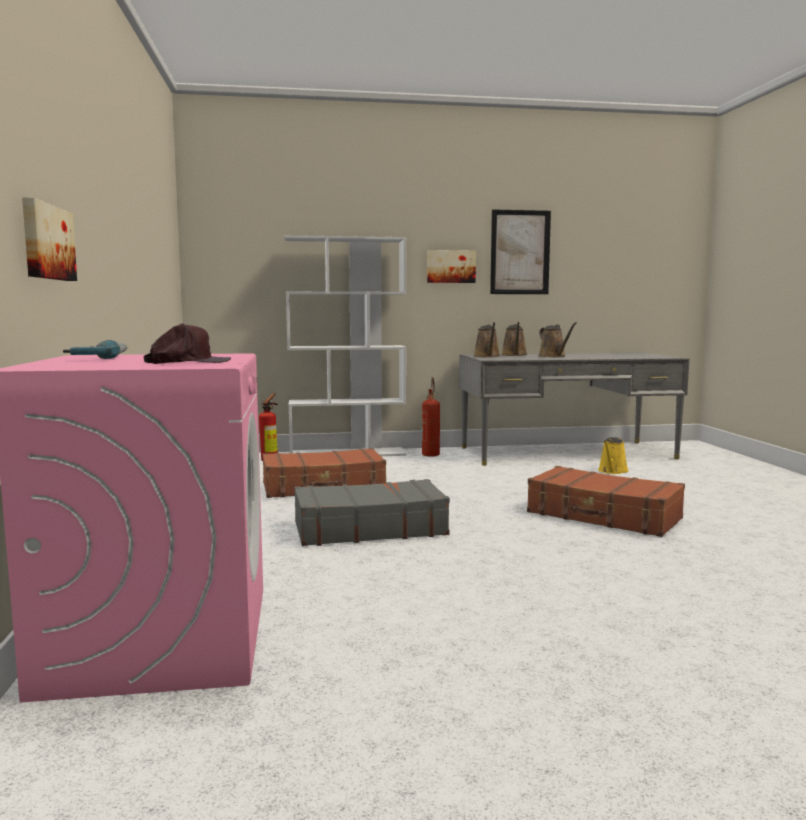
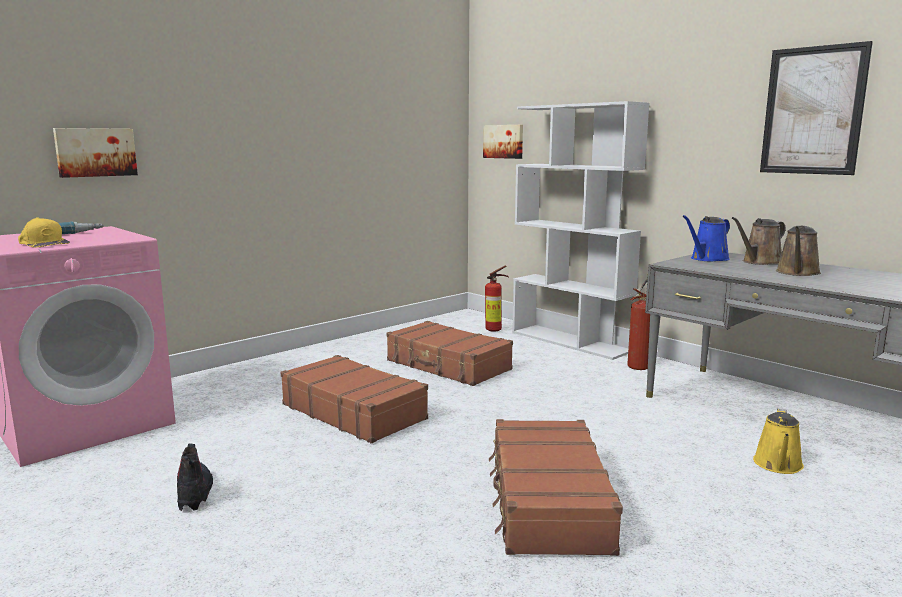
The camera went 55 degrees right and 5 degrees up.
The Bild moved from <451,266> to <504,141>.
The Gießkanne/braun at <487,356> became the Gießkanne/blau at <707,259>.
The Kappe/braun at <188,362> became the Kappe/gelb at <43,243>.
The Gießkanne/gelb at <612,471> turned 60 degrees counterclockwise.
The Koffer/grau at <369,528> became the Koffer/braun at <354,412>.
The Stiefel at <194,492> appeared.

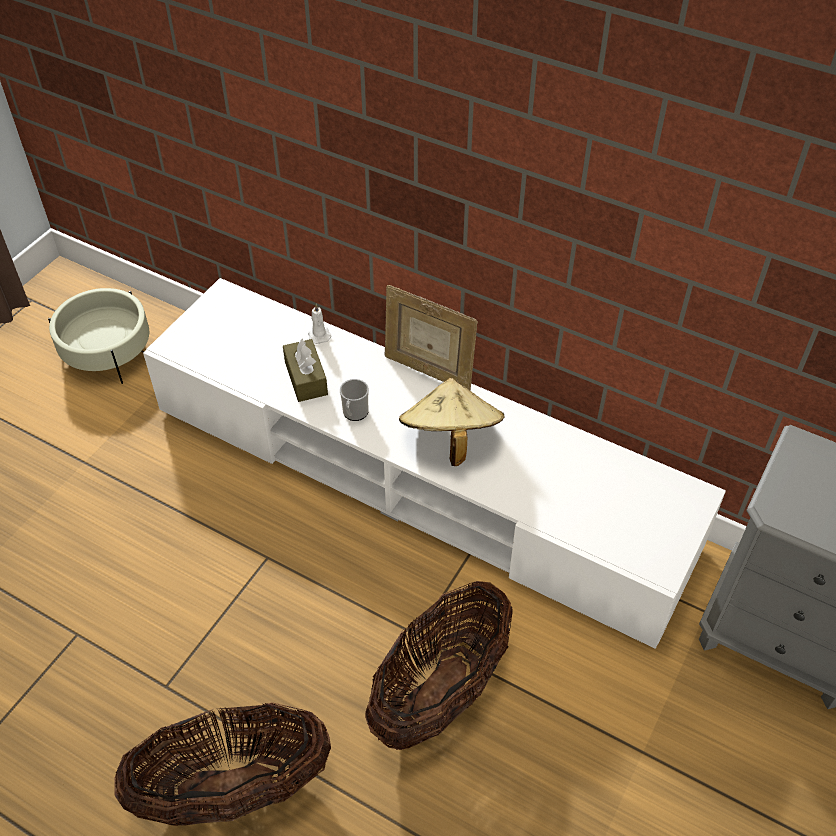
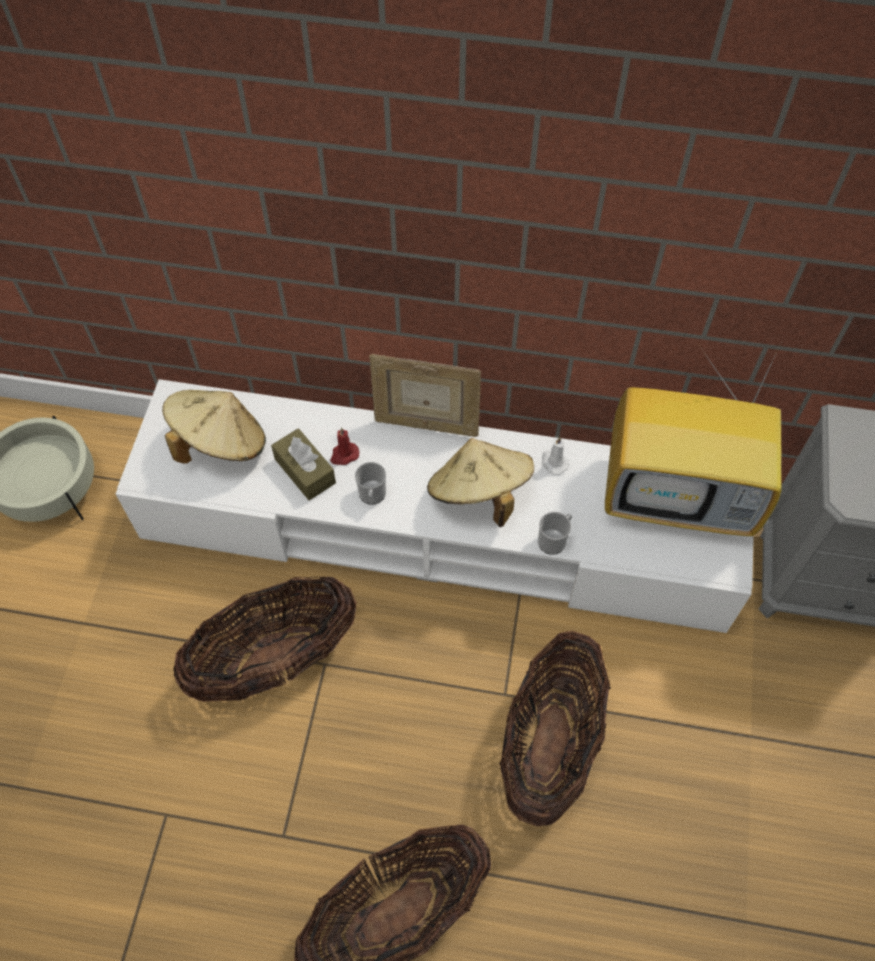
The camera went 20 degrees left and 10 degrees up.
The Kerze/weiß moved from <319,335> to <553,462>.
The Fernseher at <680,496> appeared.
The Hut/beige at <220,443> appeared.
The Kerze/rot at <344,455> appeared.
The Henkelbecher at <554,540> appeared.
The Korb at <275,660> appeared.

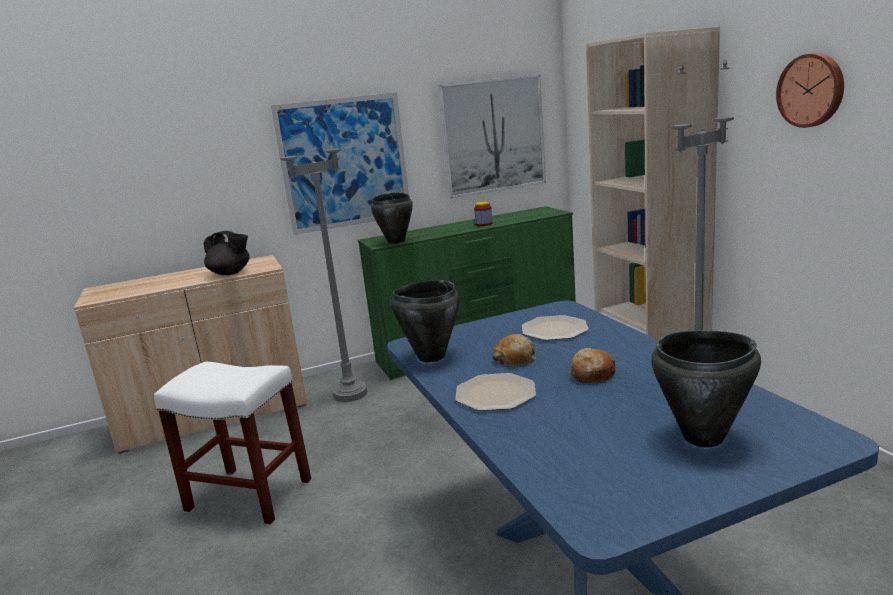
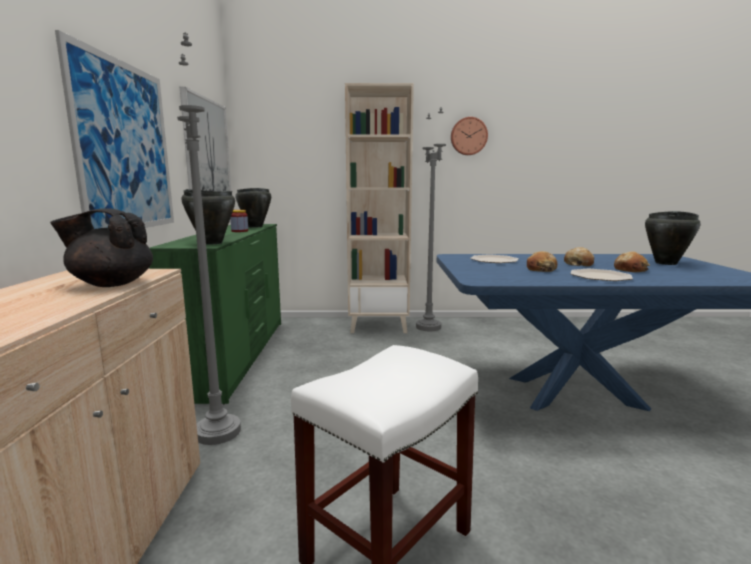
The camera went 70 degrees left and 5 degrees down.
The Teekanne/schwarz at <230,273> turned 135 degrees counterclockwise.
The Kochtopf/schwarz moved from <430,357> to <255,226>.
The Brot at <630,269> appeared.

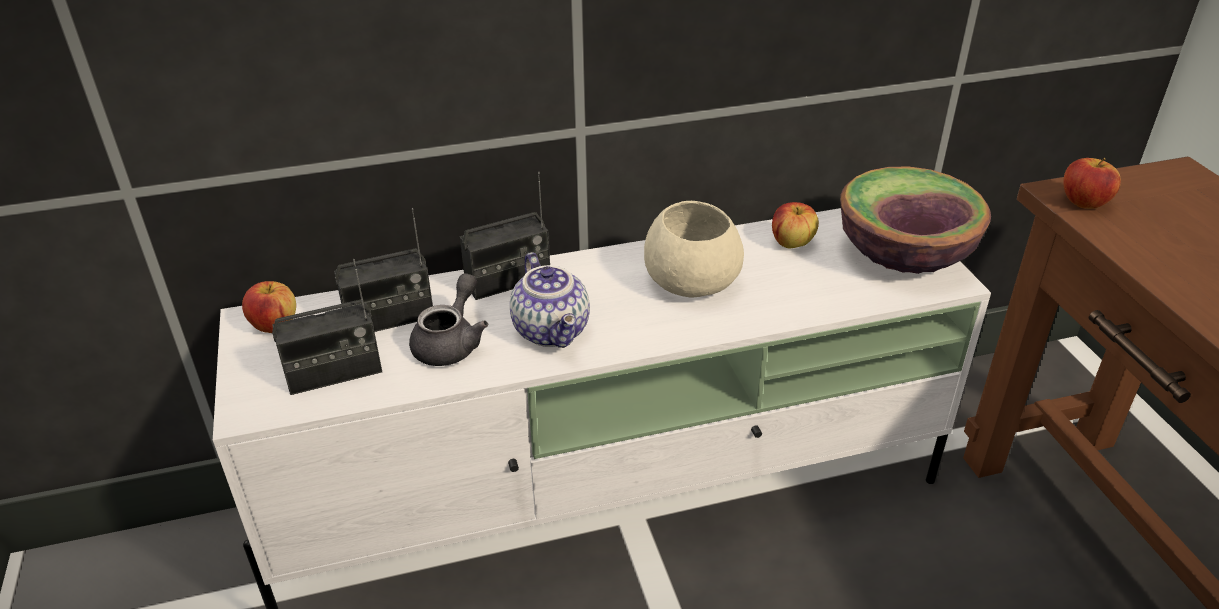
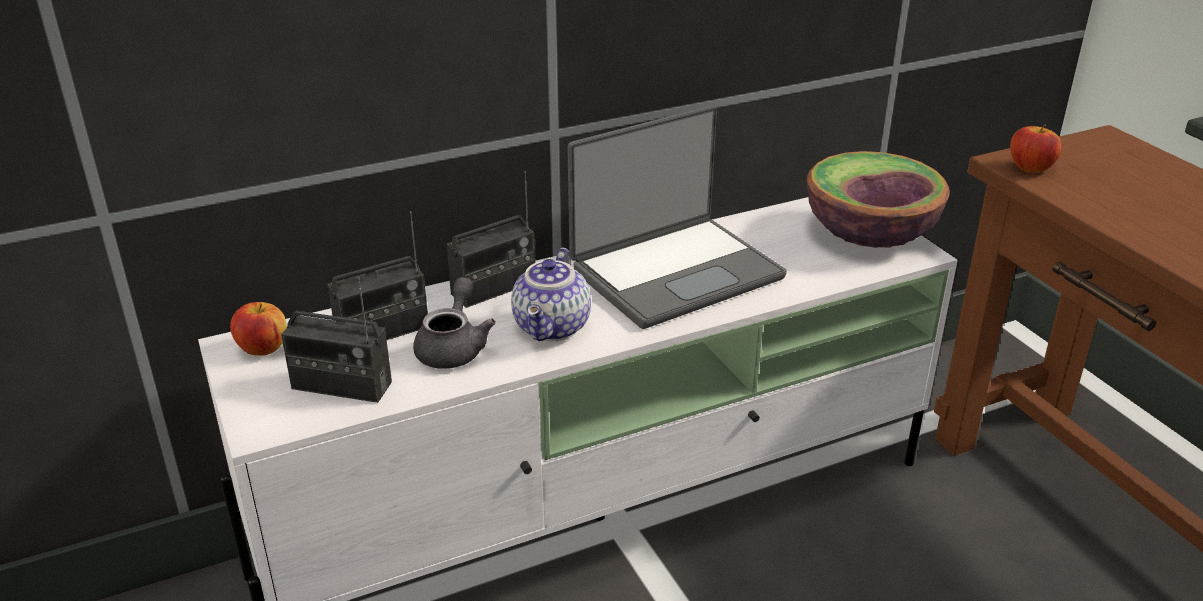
The camera went 10 degrees left and 5 degrees down.
The Schüssel/beige at <690,280> was replaced by the Laptop at <674,272>.
The Apfel at <792,243> disappeared.
The Teekanne at <553,331> turned 45 degrees clockwise.
The Radio at <334,373> turned 45 degrees clockwise.

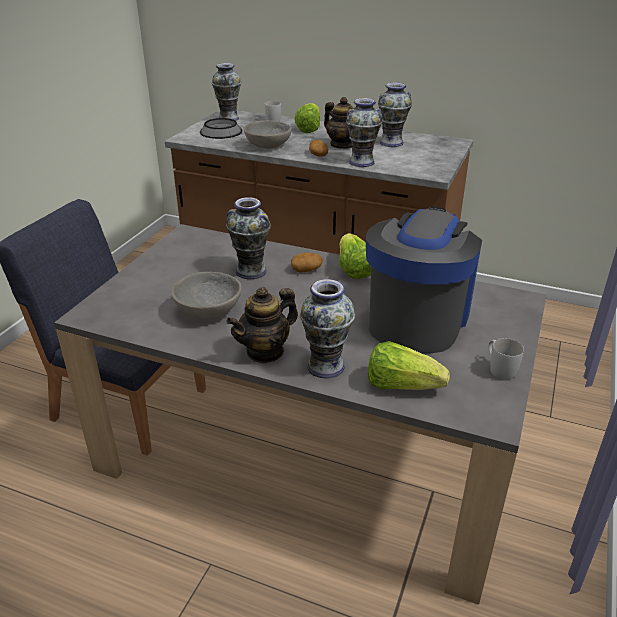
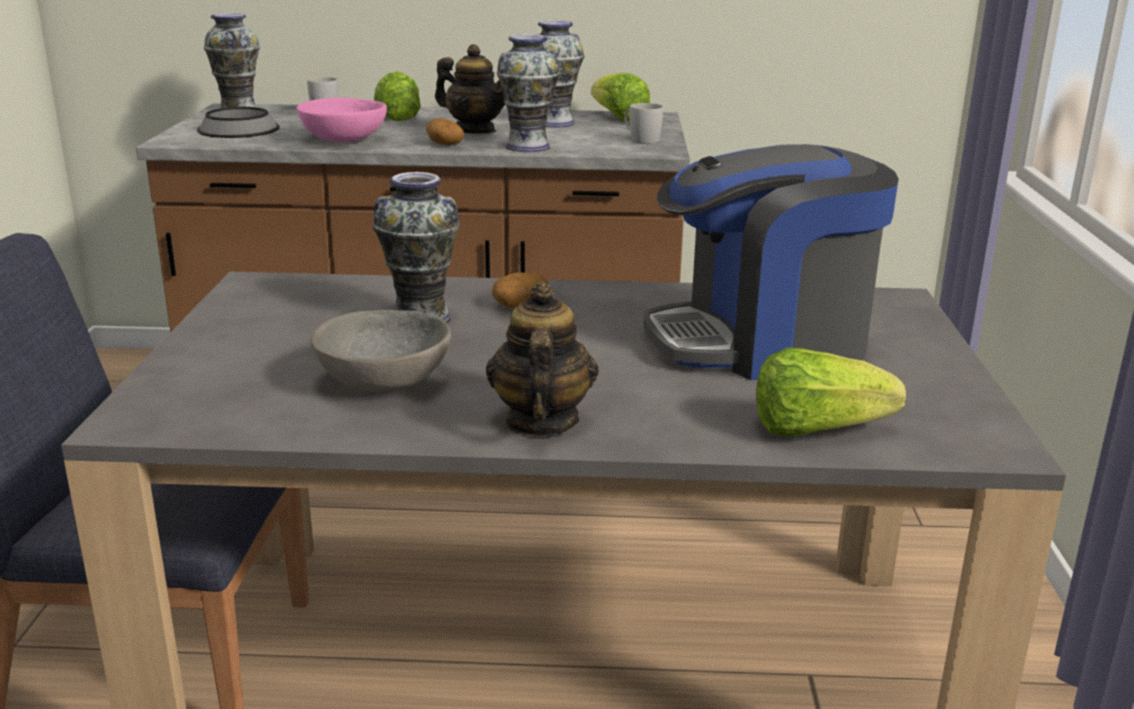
The camera went 20 degrees left and 10 degrees down.
The Schüssel/grau at <268,146> became the Schüssel/rosa at <345,140>.
The Kaffeemaschine at <417,319> turned 105 degrees counterclockwise.
The Salatkopf moved from <353,269> to <618,118>.
The Vase at <325,366> disappeared.
The Teekanne at <265,351> turned 150 degrees clockwise.
The Henkelbecher/weiß moved from <499,368> to <640,140>.

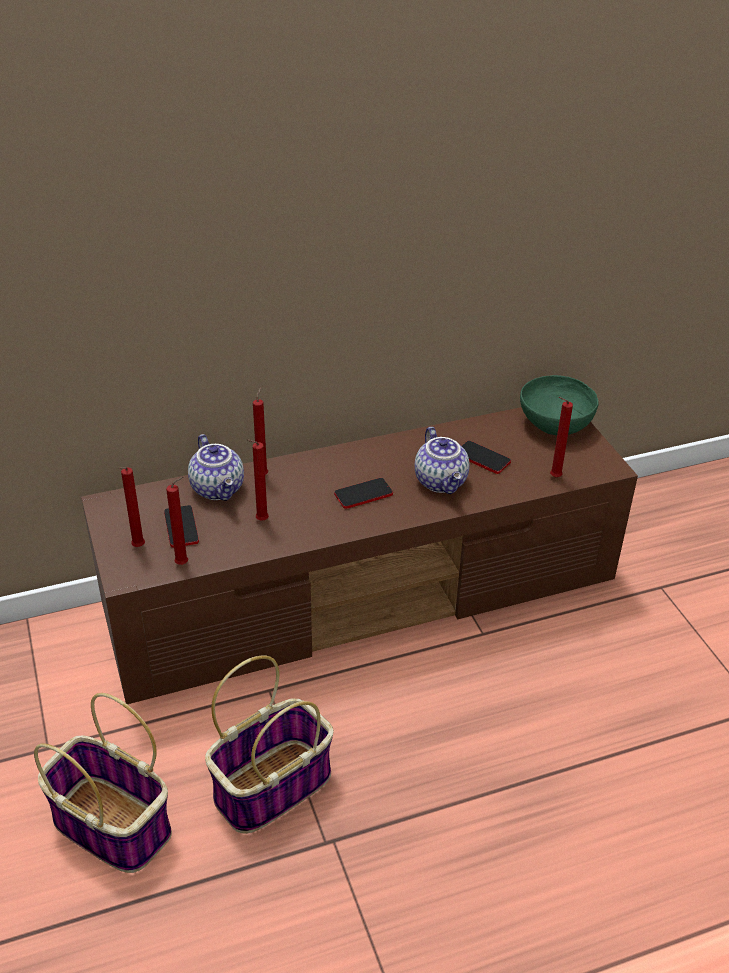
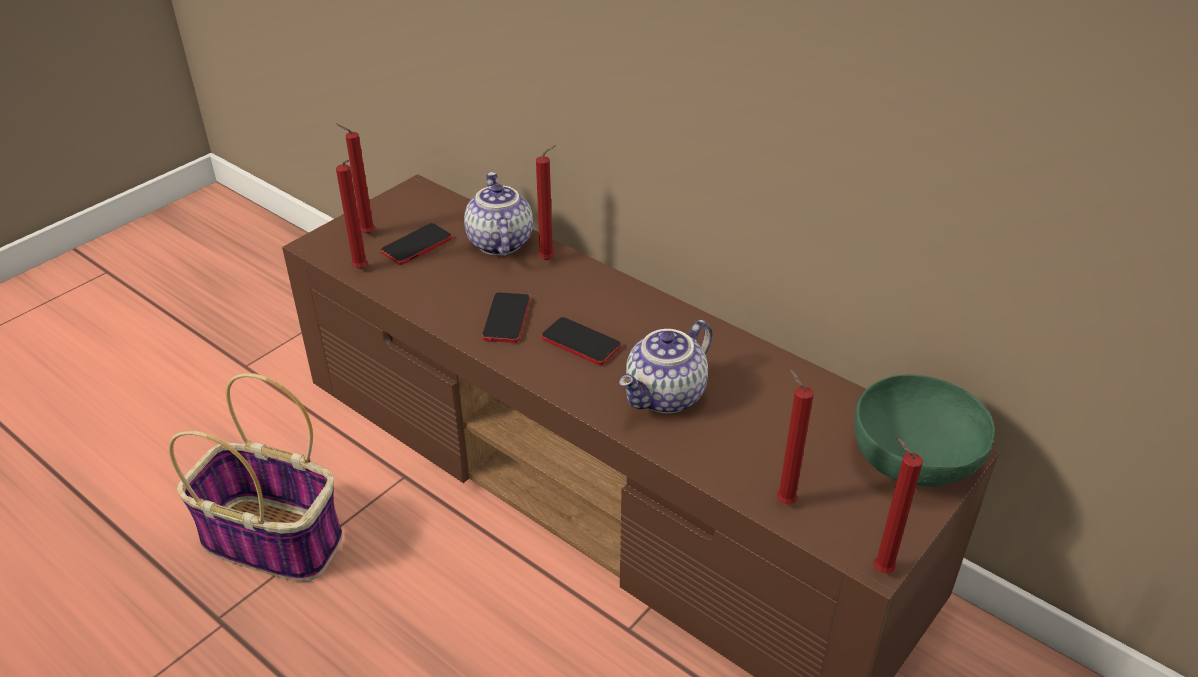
The camera went 60 degrees right and 0 degrees up.
The Teekanne at <219,489> turned 135 degrees clockwise.
The Kerze/rot moved from <260,521> to <879,569>.
The Handy moved from <482,458> to <506,319>.
The Korb at <110,825> disappeared.

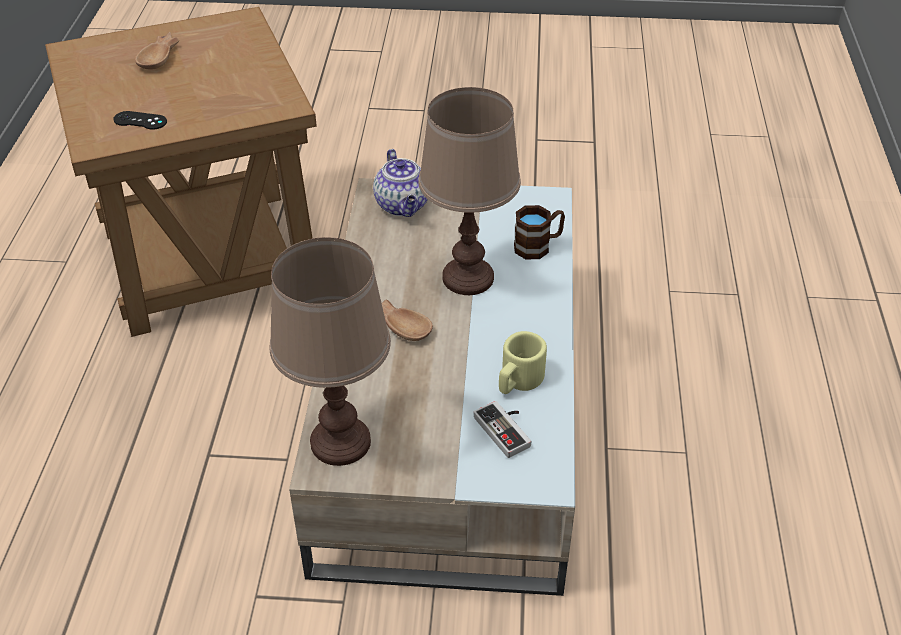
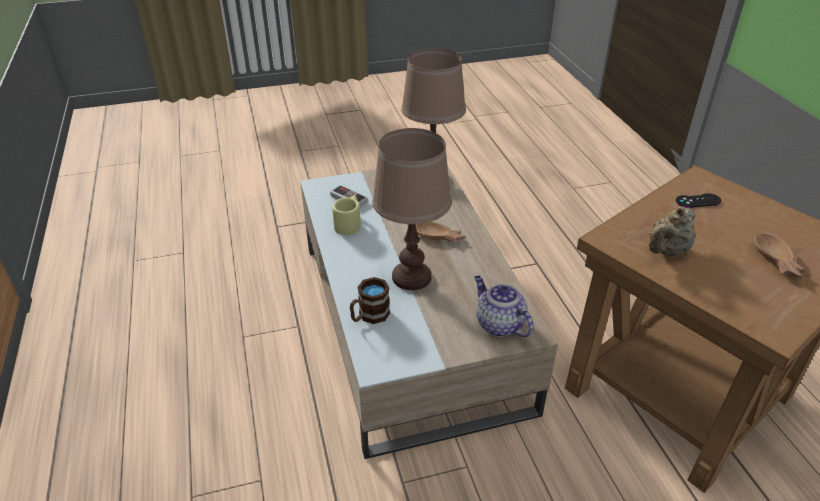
The camera went 160 degrees right and 5 degrees down.
The Teekanne/beige at <666,251> appeared.

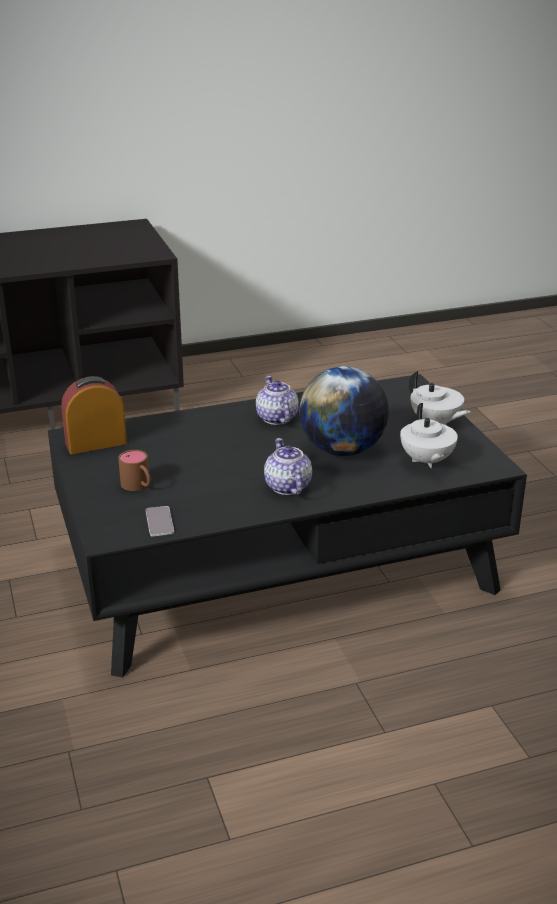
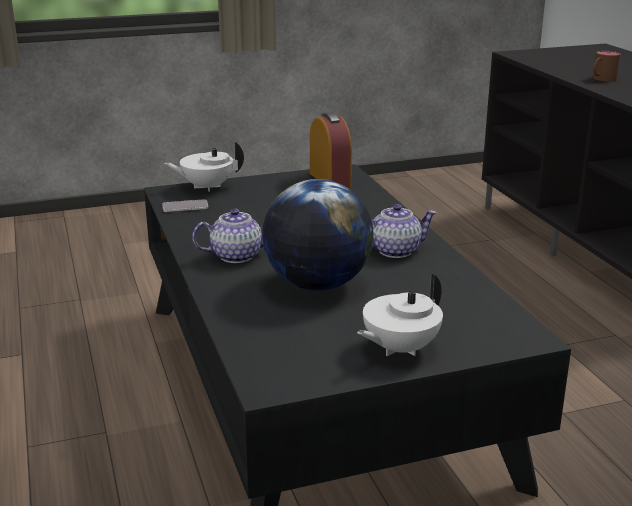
The camera went 90 degrees right and 5 degrees down.
The Teekanne/weiß moved from <426,461> to <207,187>.
The Henkelbecher/braun moved from <139,486> to <601,79>.

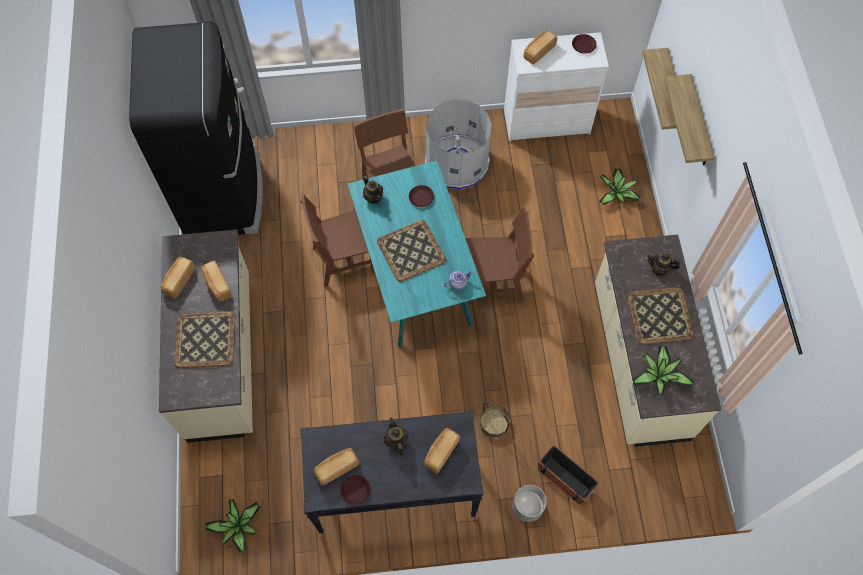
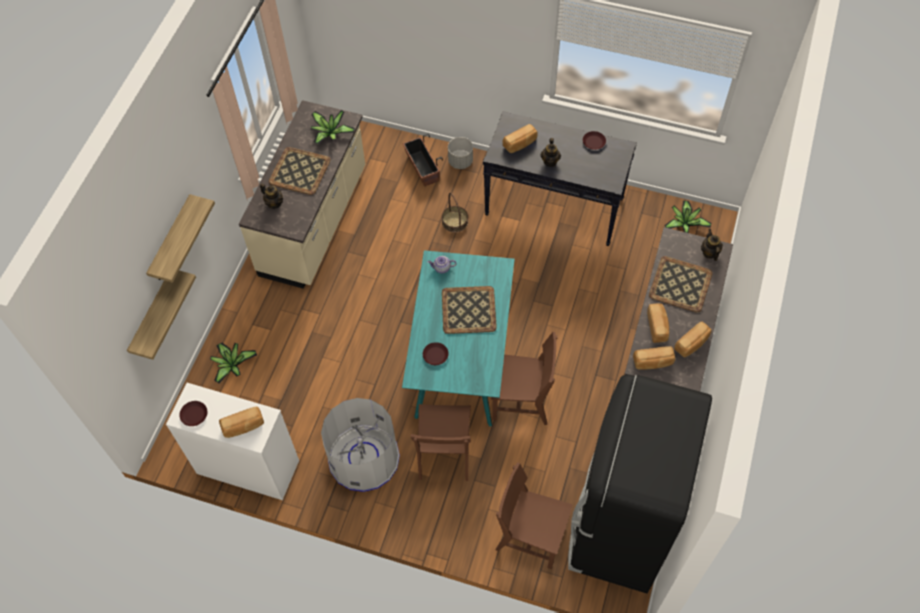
The camera went 155 degrees left and 5 degrees down.
The Teekanne moved from <373,197> to <709,253>.
The Stuhl/braun moved from <494,281> to <531,536>.
The Brot moved from <336,468> to <653,362>.

